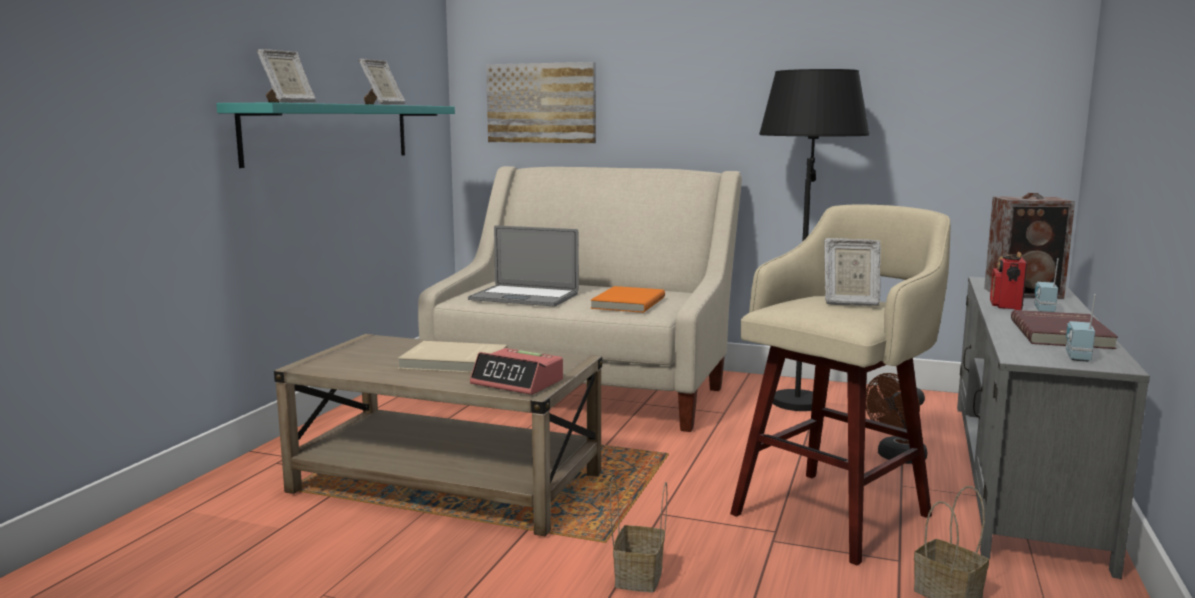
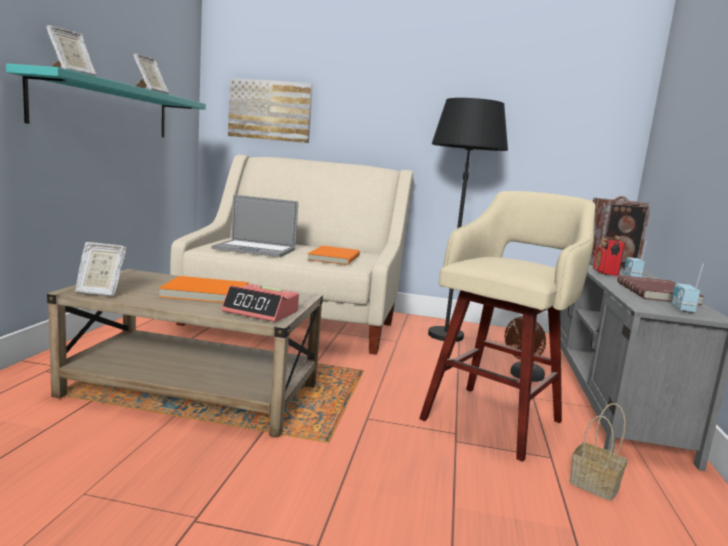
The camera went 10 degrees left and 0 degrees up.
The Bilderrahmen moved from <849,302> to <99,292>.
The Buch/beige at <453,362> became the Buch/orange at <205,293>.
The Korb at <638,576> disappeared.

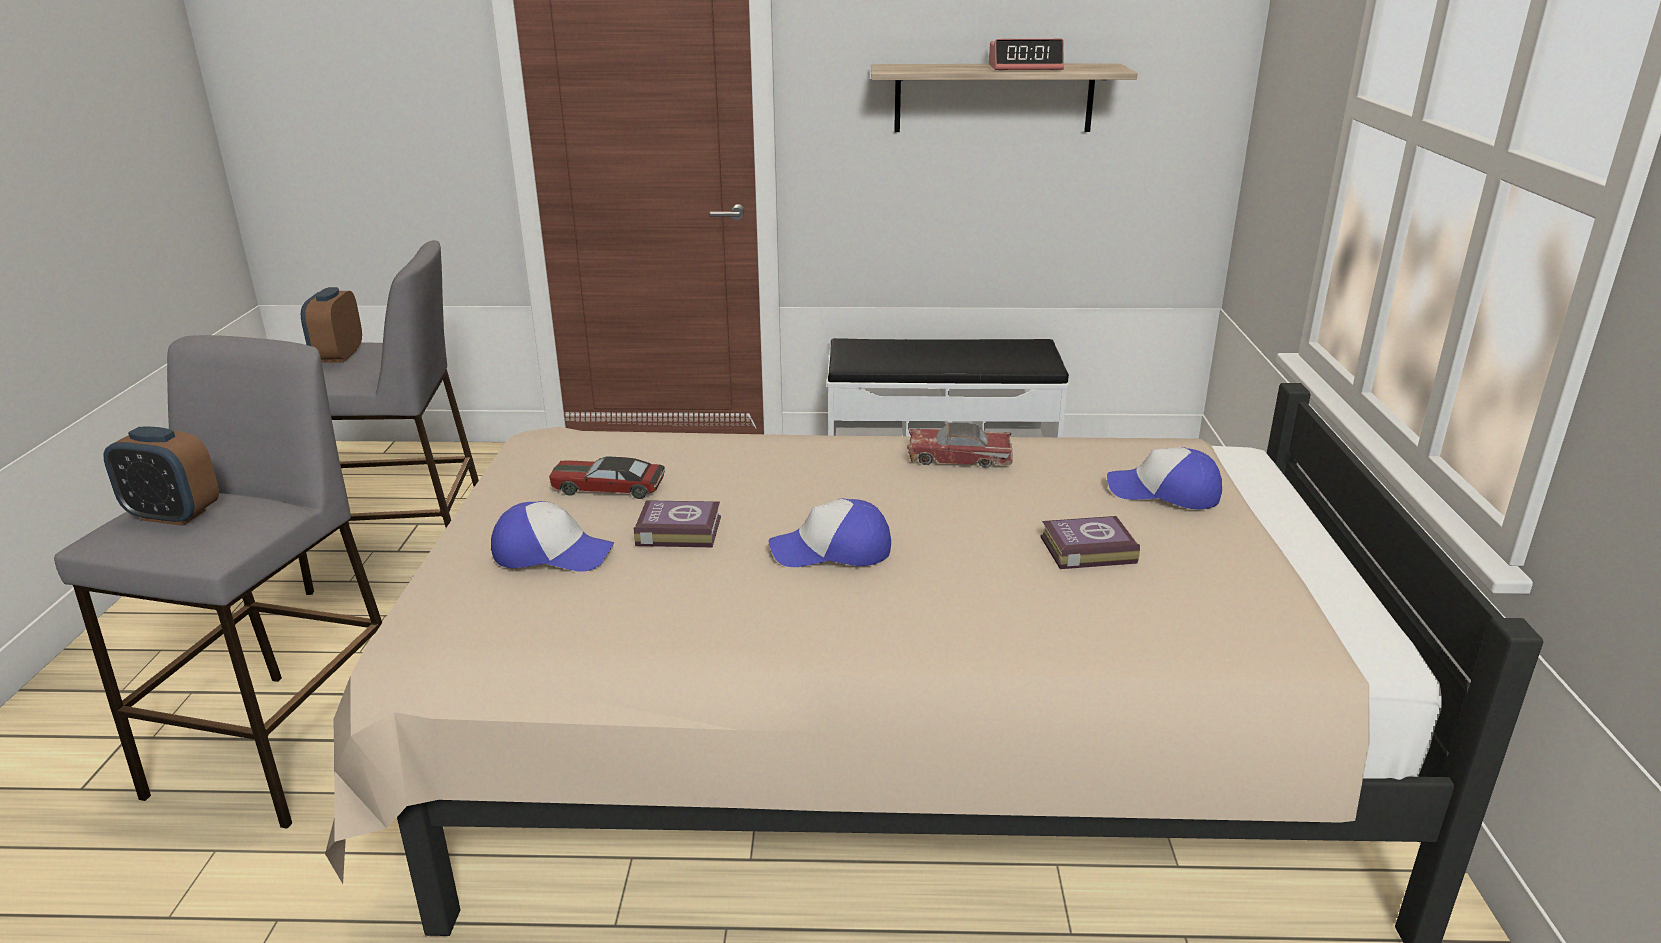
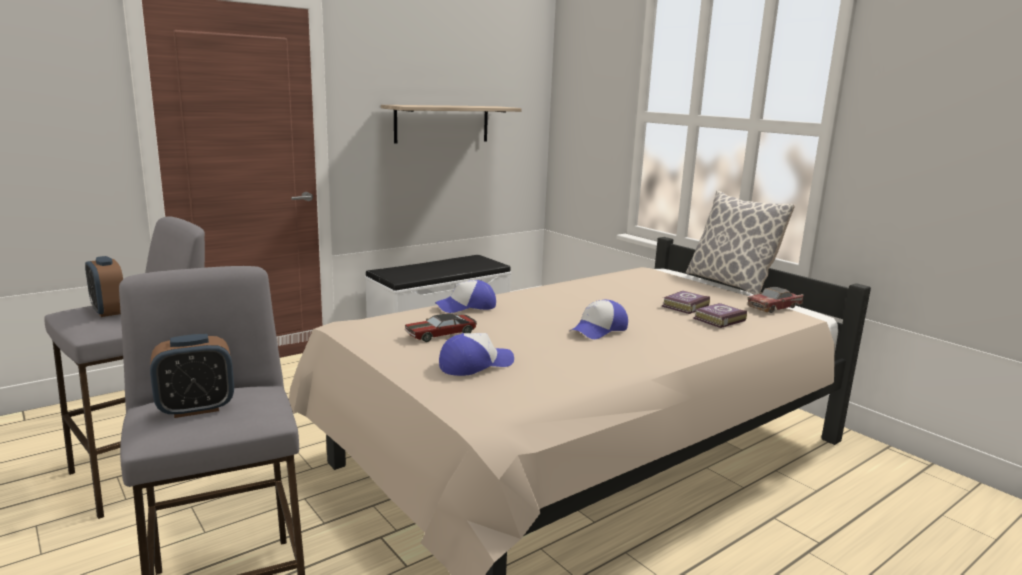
The camera went 40 degrees left and 10 degrees down.
The Wecker at <1025,67> disappeared.
The Spielzeugauto moved from <959,458> to <774,307>.
The Kappe moved from <1164,493> to <466,307>.
The Buch moved from <677,530> to <718,319>.
The Kissen at <729,283> appeared.

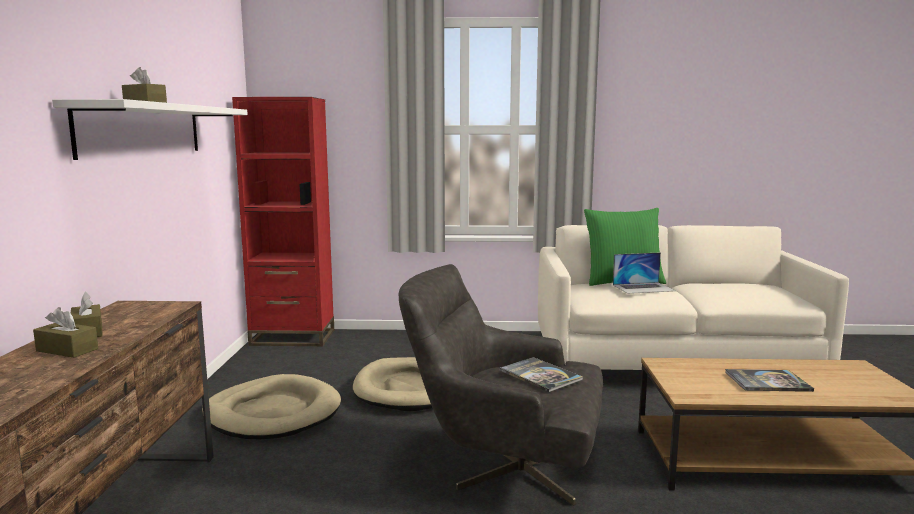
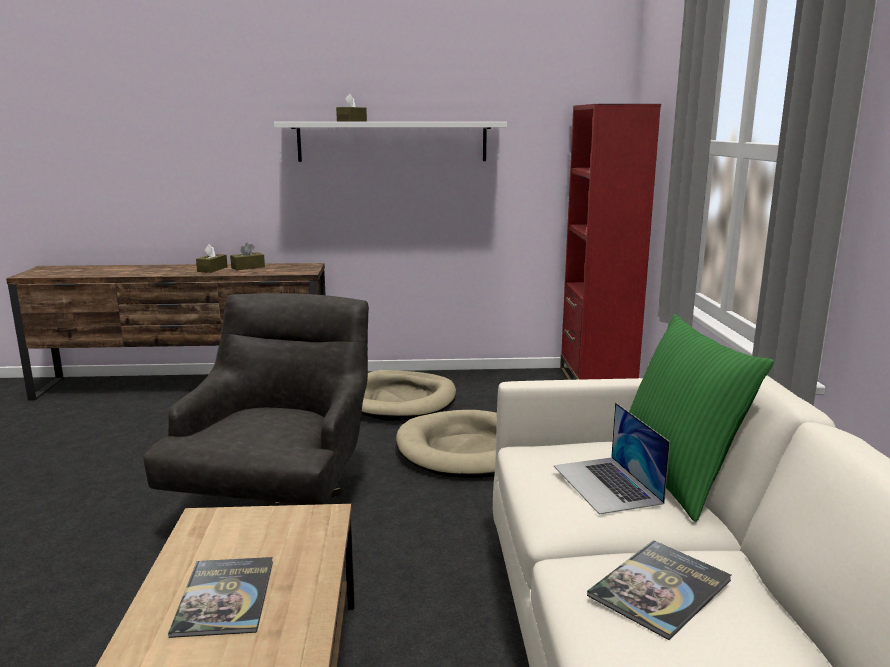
The camera went 85 degrees right and 5 degrees up.
The Buch moved from <540,375> to <660,588>.

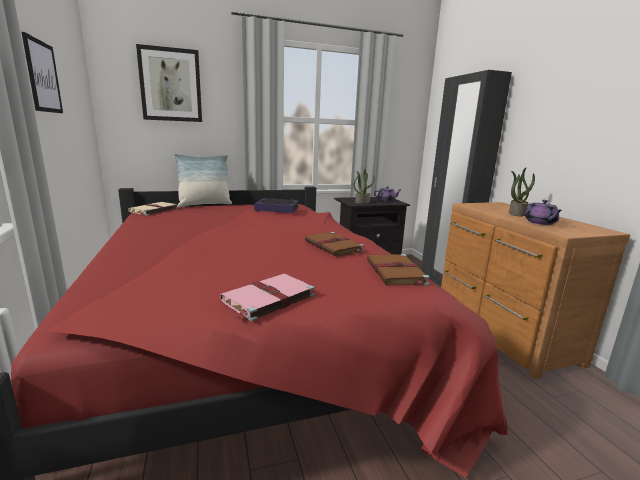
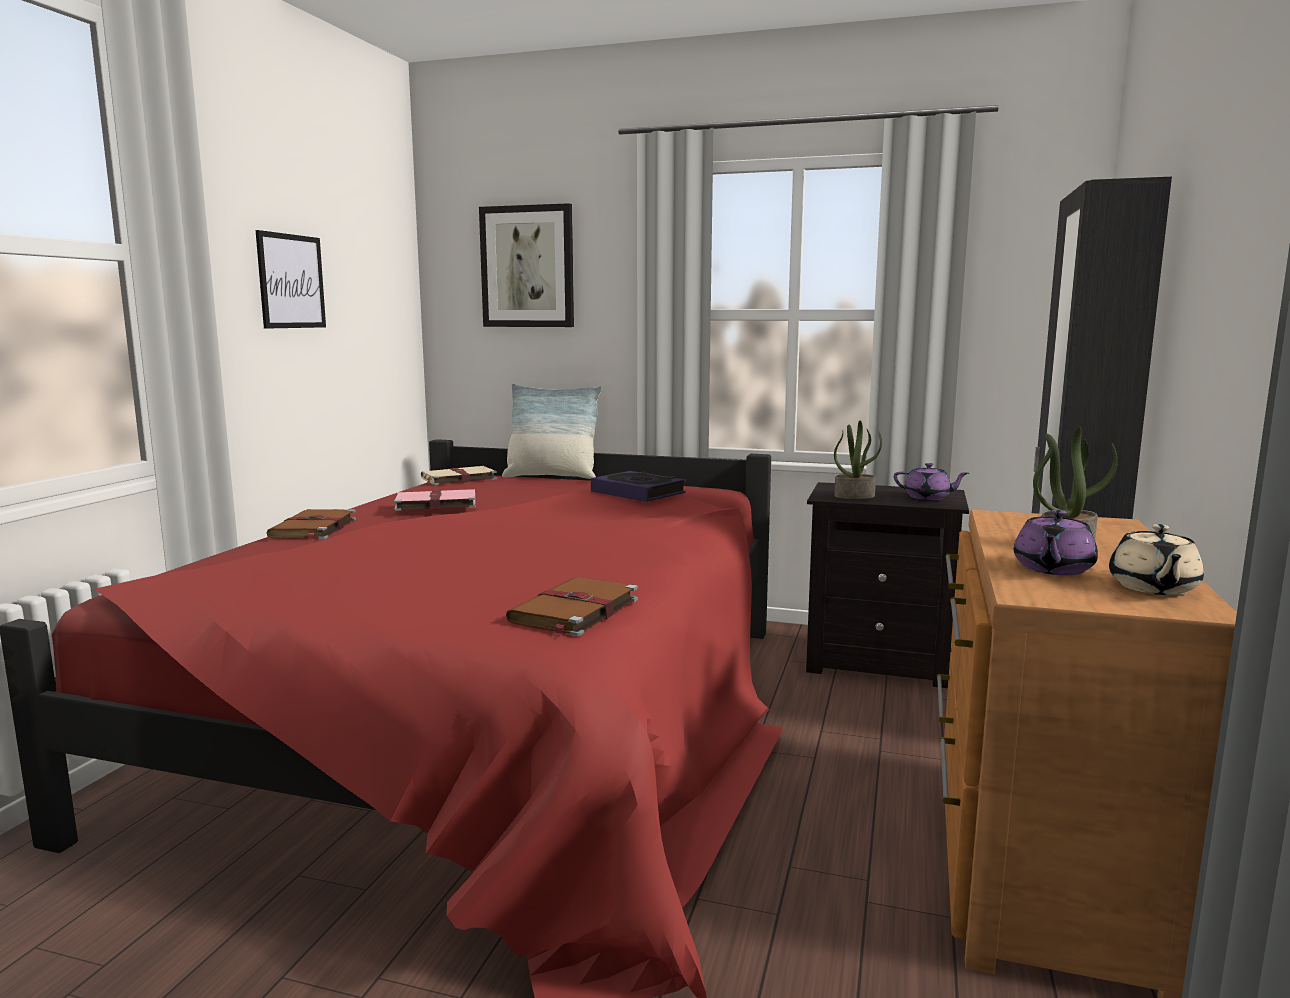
The camera went 35 degrees right and 5 degrees down.
The Buch/braun moved from <334,246> to <313,528>.
The Buch/rosa moved from <267,298> to <434,504>.
The Teekanne/beige at <1153,588> appeared.

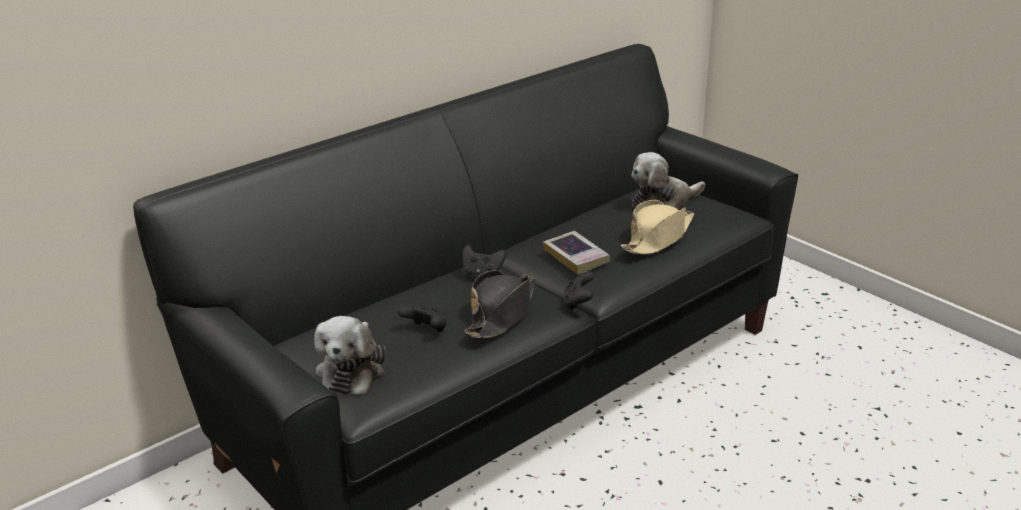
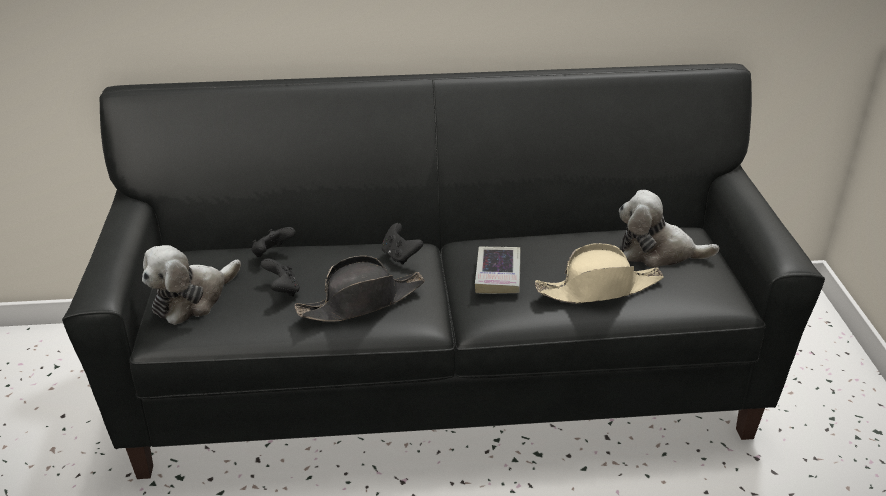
The camera went 35 degrees right and 5 degrees up.
The Gamepad/schwarz moved from <578,303> to <272,253>.

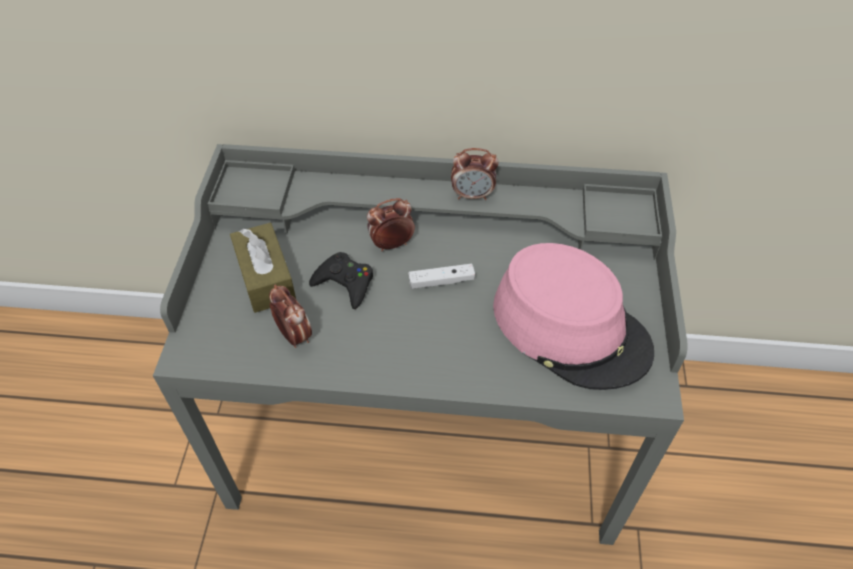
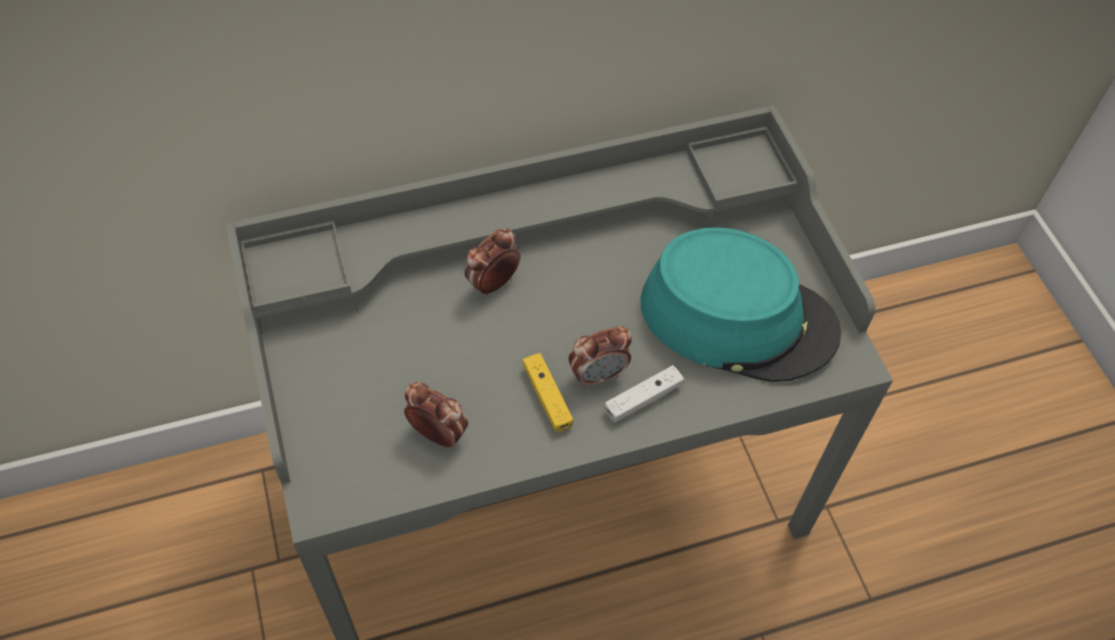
The camera went 25 degrees left and 5 degrees up.
The Wecker moved from <472,195> to <598,375>.
The Taschentuchbox/braun at <265,277> disappeared.
The Hut/rosa at <570,327> became the Hut/türkis at <738,317>.
The Gamepad/schwarz at <345,283> disappeared.
The Gamepad/weiß moved from <441,281> to <643,399>.
The Gamepad/gelb at <547,397> appeared.

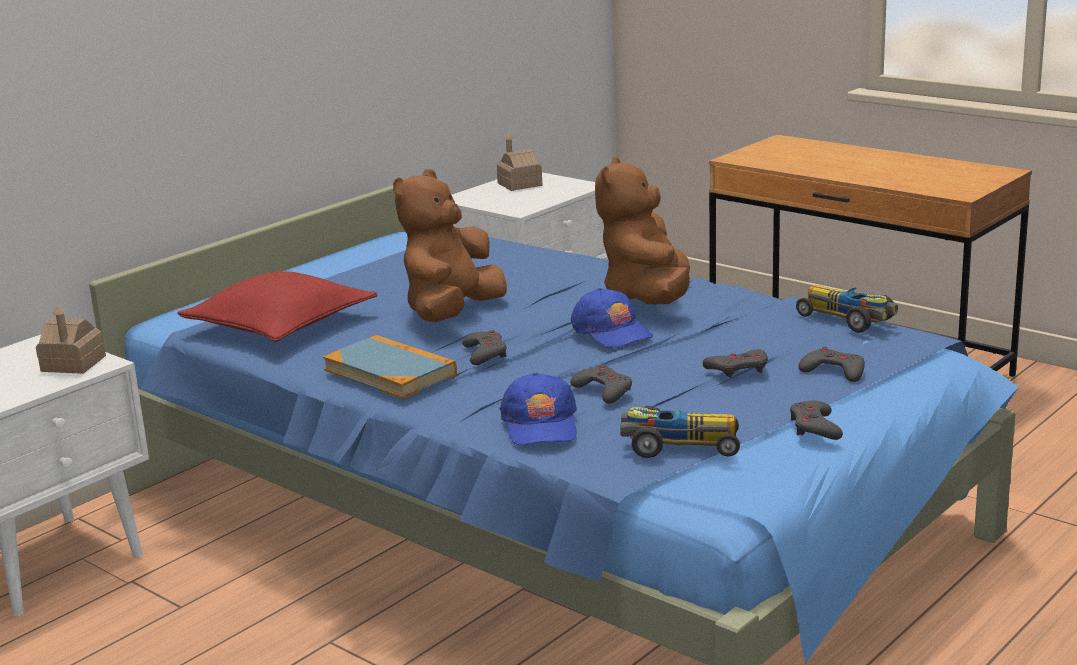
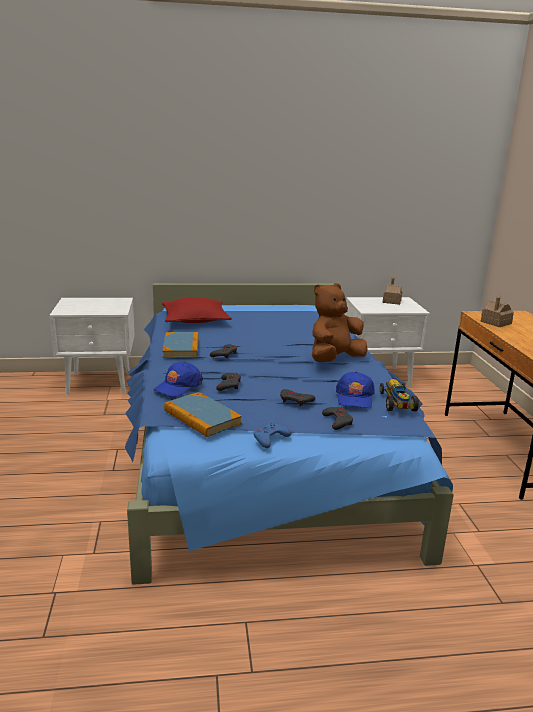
The camera went 40 degrees right and 0 degrees up.
The Plüschtier/braun at <452,314> disappeared.
The Kappe/blau moved from <612,331> to <355,397>.
The Spielzeughaus moved from <73,364> to <495,323>.
The Gamepad/grau at <814,427> became the Gamepad/blau at <270,438>.
The Spielzeugauto at <678,445> was replaced by the Buch at <202,417>.

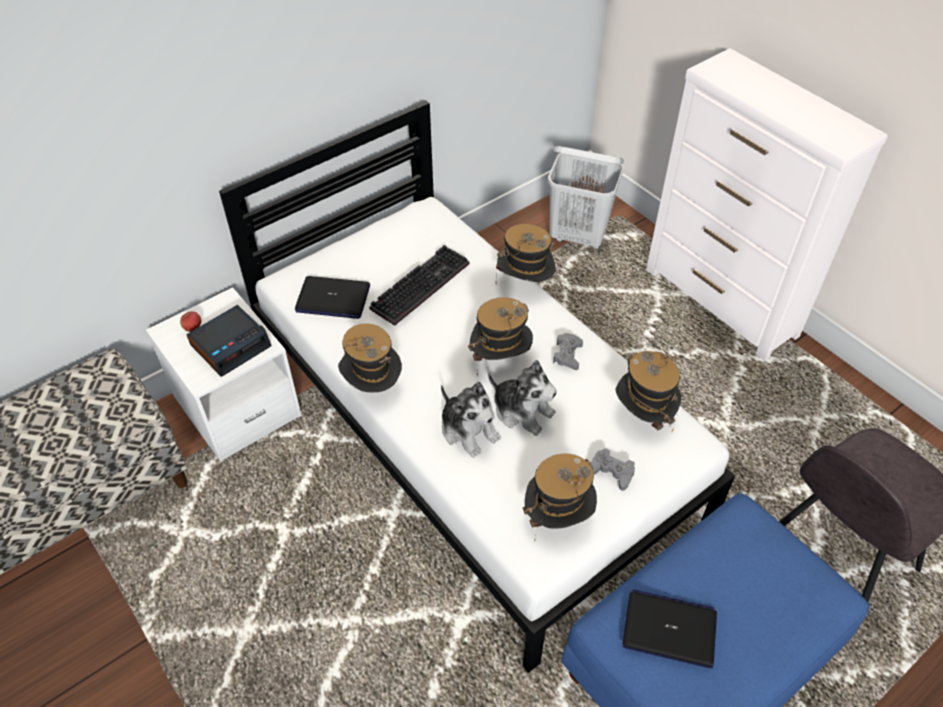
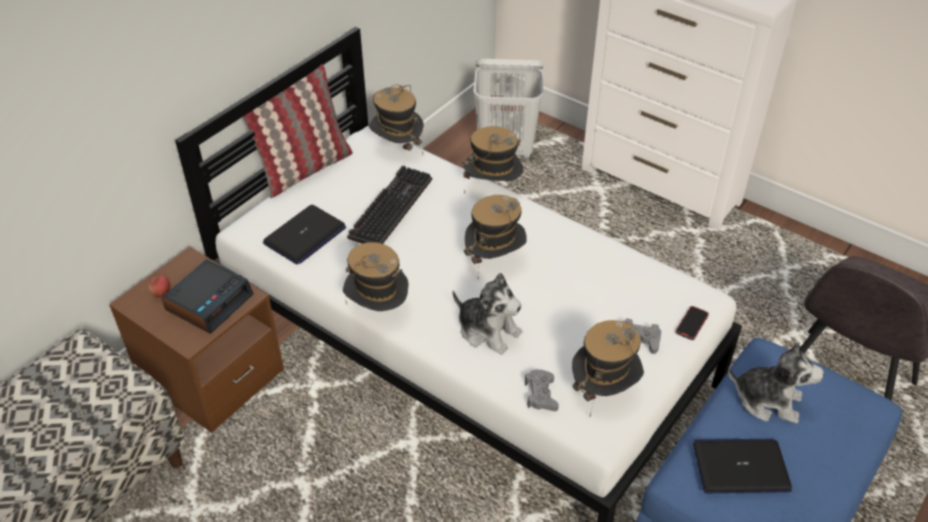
The camera went 15 degrees left and 5 degrees down.
The Laptop at <332,299> turned 45 degrees counterclockwise.
The Nachttisch/weiß at <237,407> became the Nachttisch/braun at <211,375>.
The Gamepad/grau moved from <567,355> to <541,395>.
The Hut moved from <642,416> to <397,149>.
The Plüschtier moved from <522,411> to <767,400>.
The Kissen at <304,169> appeared.
The Handy at <691,324> appeared.

